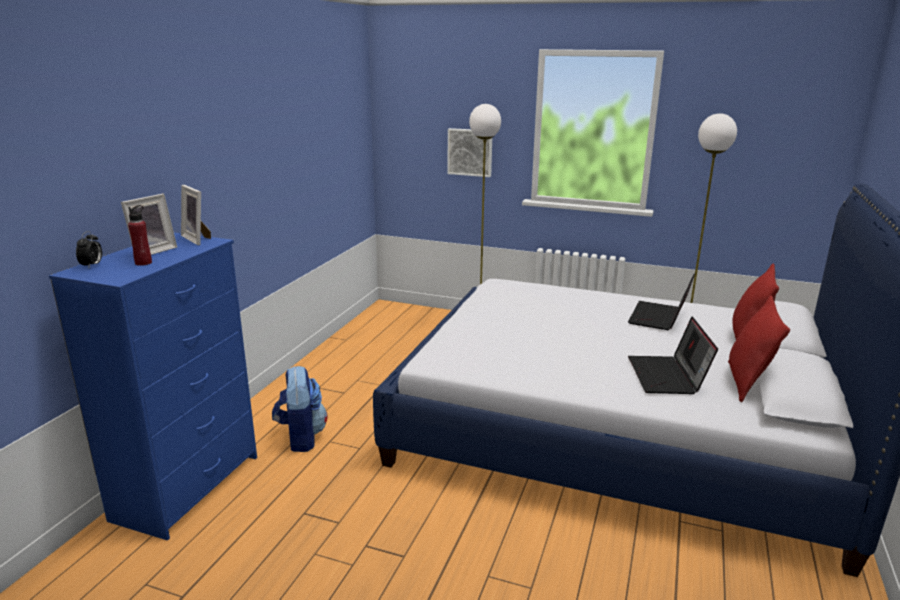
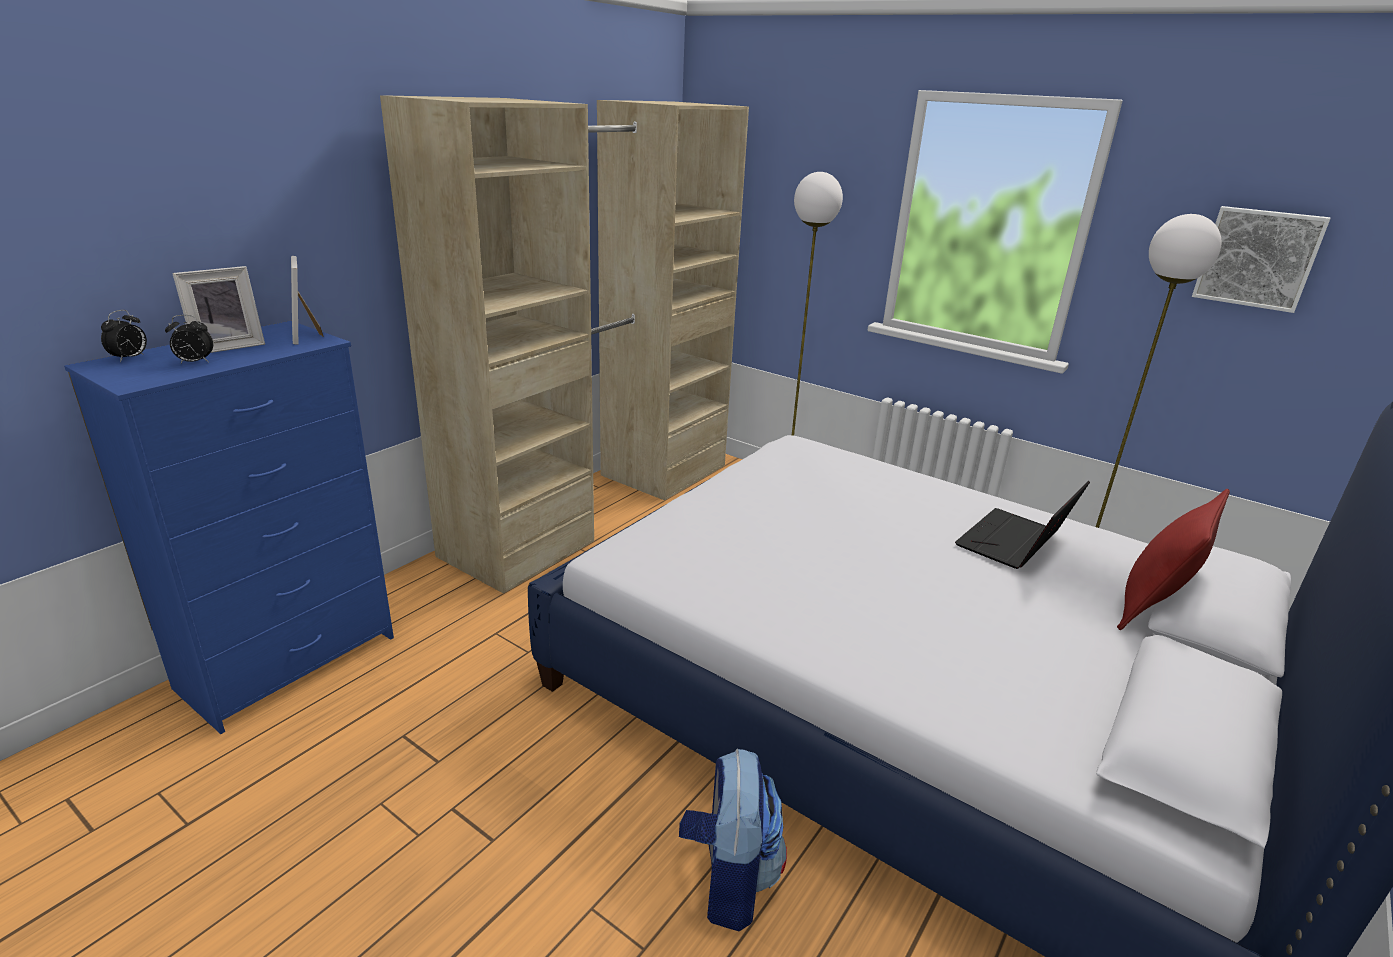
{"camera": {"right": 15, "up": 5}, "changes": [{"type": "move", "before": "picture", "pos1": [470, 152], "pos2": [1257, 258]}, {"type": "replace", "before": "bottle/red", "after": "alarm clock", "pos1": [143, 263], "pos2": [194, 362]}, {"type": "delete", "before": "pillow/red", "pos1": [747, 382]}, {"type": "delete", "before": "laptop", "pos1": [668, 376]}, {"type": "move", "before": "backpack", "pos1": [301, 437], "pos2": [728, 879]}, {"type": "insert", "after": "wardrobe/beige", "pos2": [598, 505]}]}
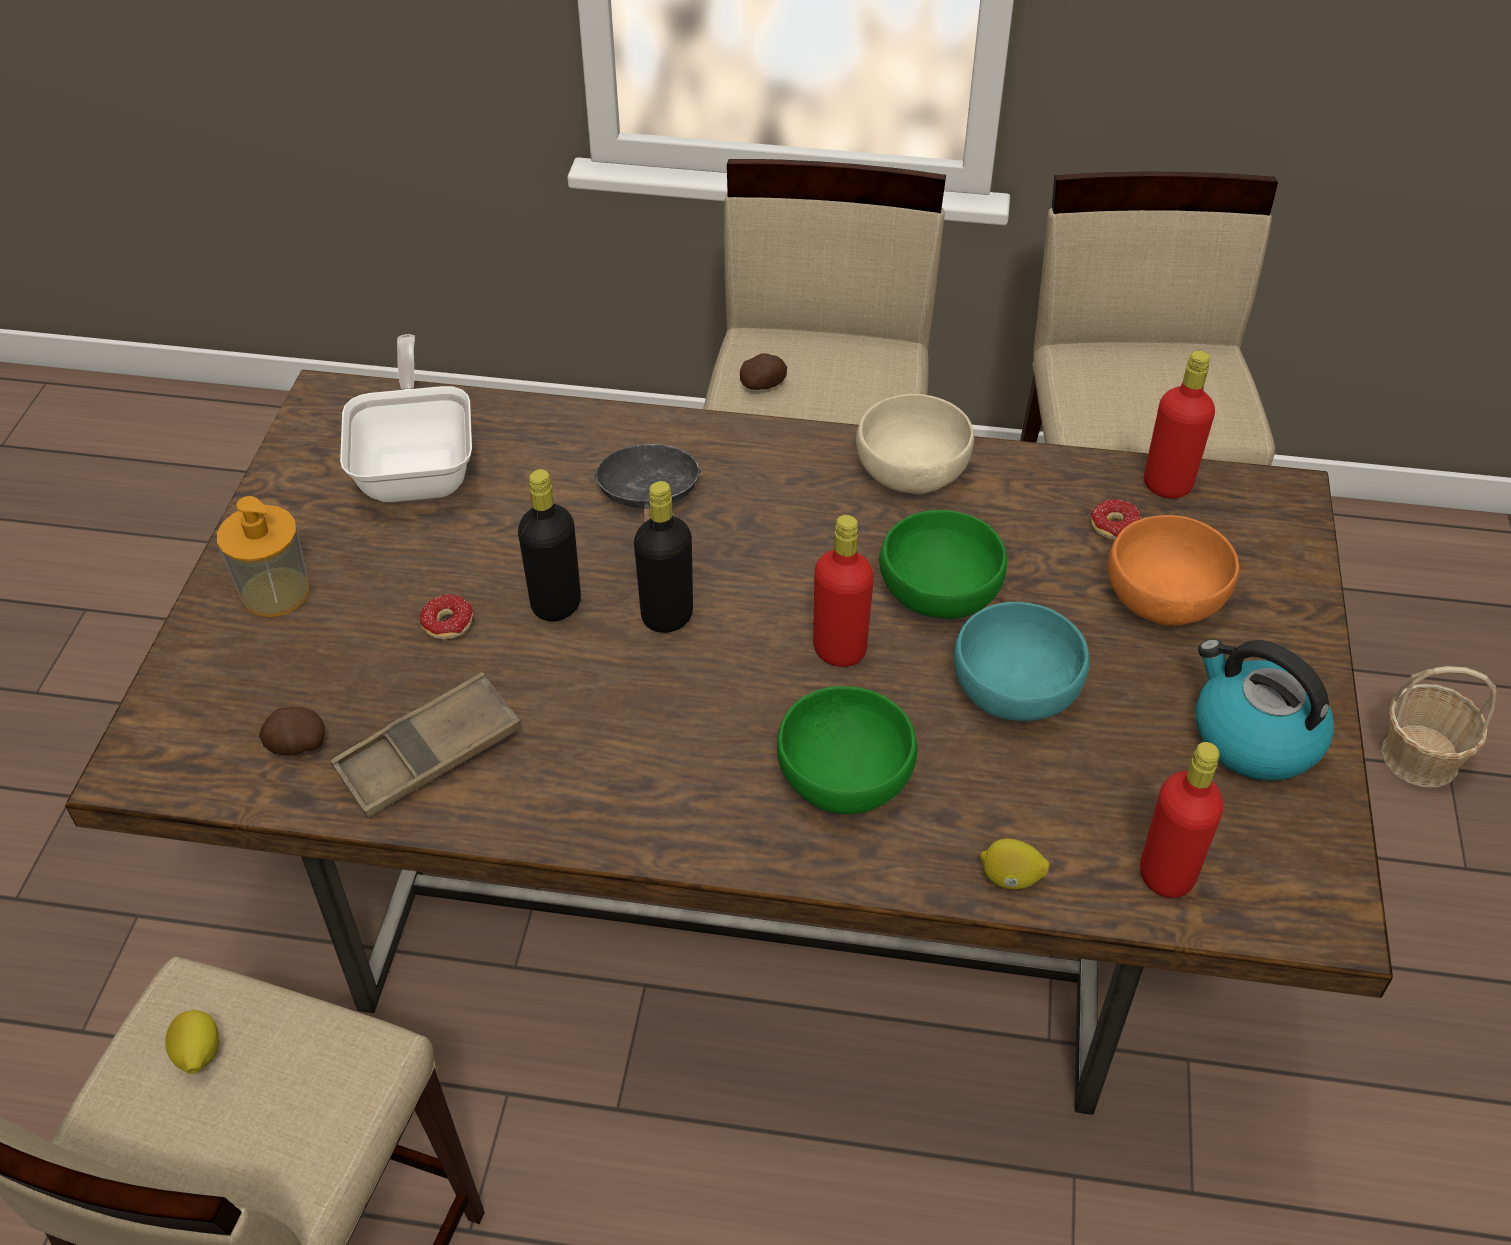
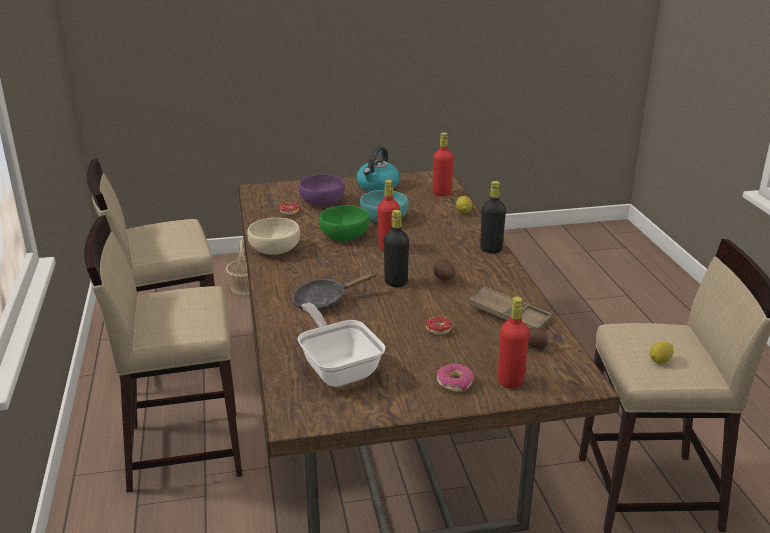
{"camera": {"right": -110, "up": -20}, "changes": [{"type": "rotate", "before": "frying pan", "pos1": [418, 467], "pos2": [338, 368], "turn": 90}, {"type": "move", "before": "bottle/red", "pos1": [1167, 485], "pos2": [510, 381]}, {"type": "move", "before": "potato", "pos1": [763, 385], "pos2": [442, 278]}, {"type": "move", "before": "bottle/black", "pos1": [556, 605], "pos2": [491, 249]}, {"type": "replace", "before": "soap dispenser", "after": "donut", "pos1": [275, 592], "pos2": [455, 383]}, {"type": "recolor", "before": "bowl/orange", "after": "bowl/purple", "pos1": [1166, 596], "pos2": [321, 202]}, {"type": "delete", "before": "bowl/green", "pos1": [843, 778]}]}
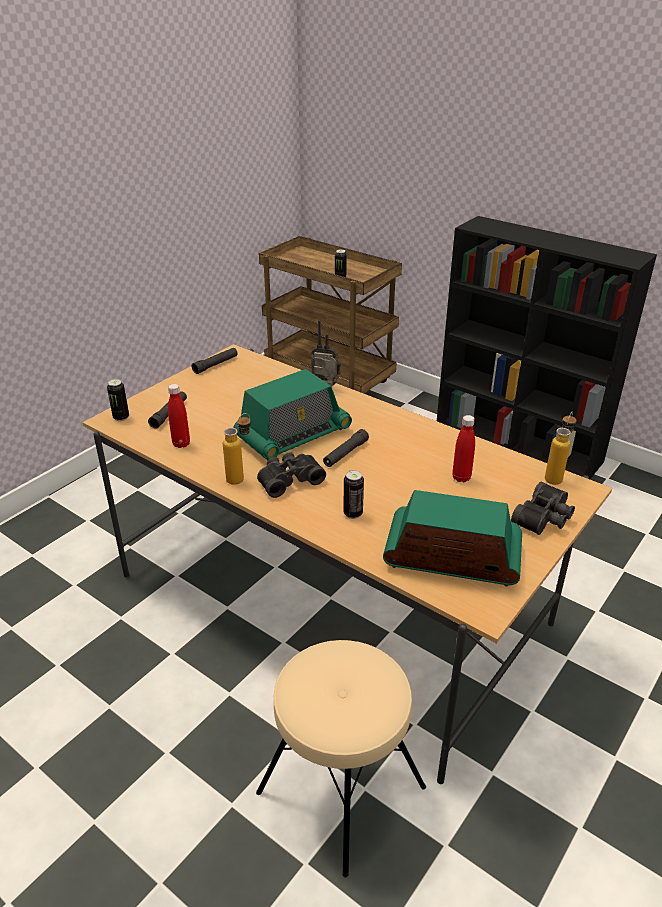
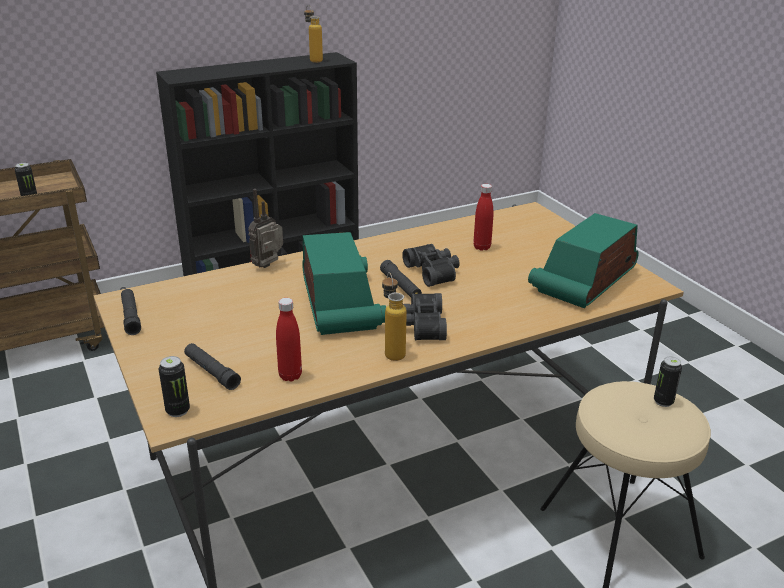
{"camera": {"right": -65, "up": -5}, "changes": [{"type": "move", "before": "bottle", "pos1": [555, 476], "pos2": [313, 60]}, {"type": "move", "before": "can", "pos1": [353, 513], "pos2": [663, 401]}, {"type": "move", "before": "binoculars/black", "pos1": [545, 518], "pos2": [434, 272]}]}
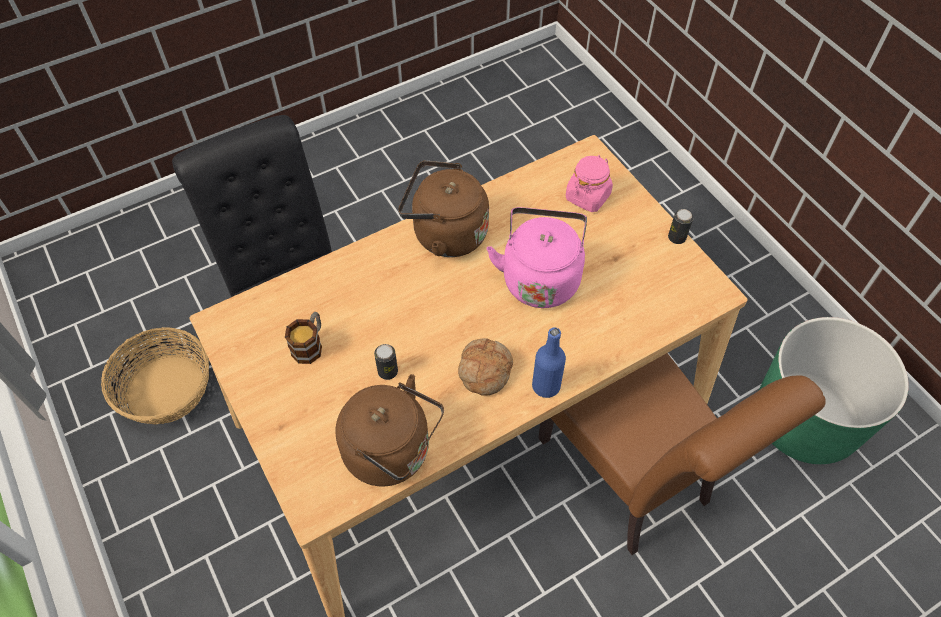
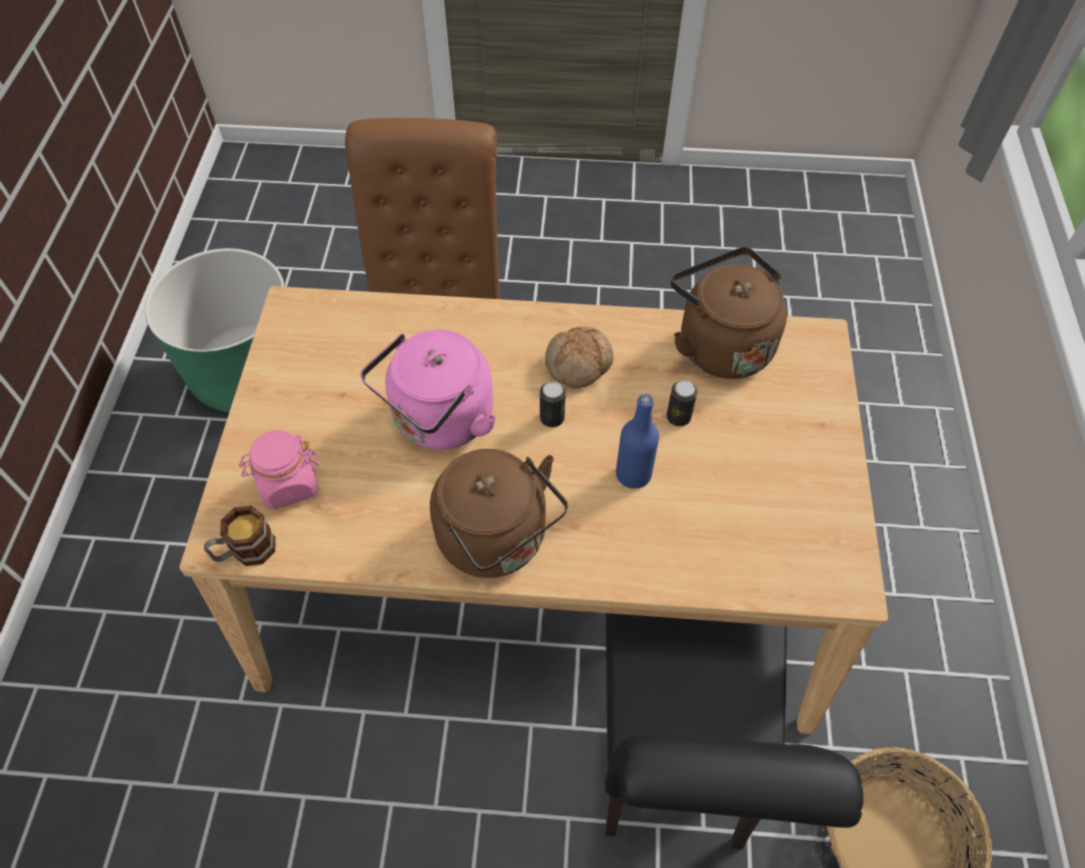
{"camera": {"right": -145, "up": 0}, "changes": [{"type": "move", "before": "can", "pos1": [676, 237], "pos2": [552, 418]}, {"type": "move", "before": "mug", "pos1": [310, 345], "pos2": [245, 551]}, {"type": "move", "before": "bottle/blue", "pos1": [546, 386], "pos2": [633, 474]}]}
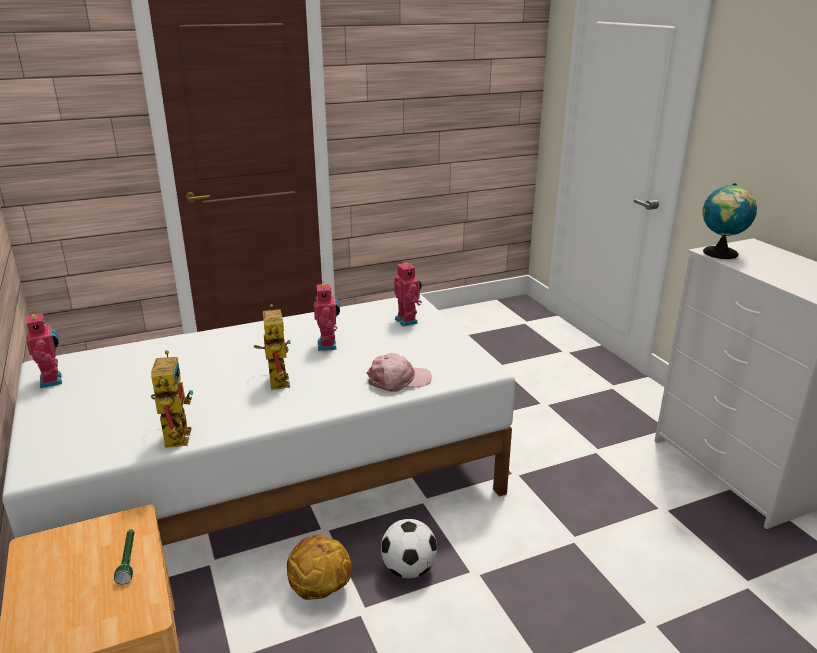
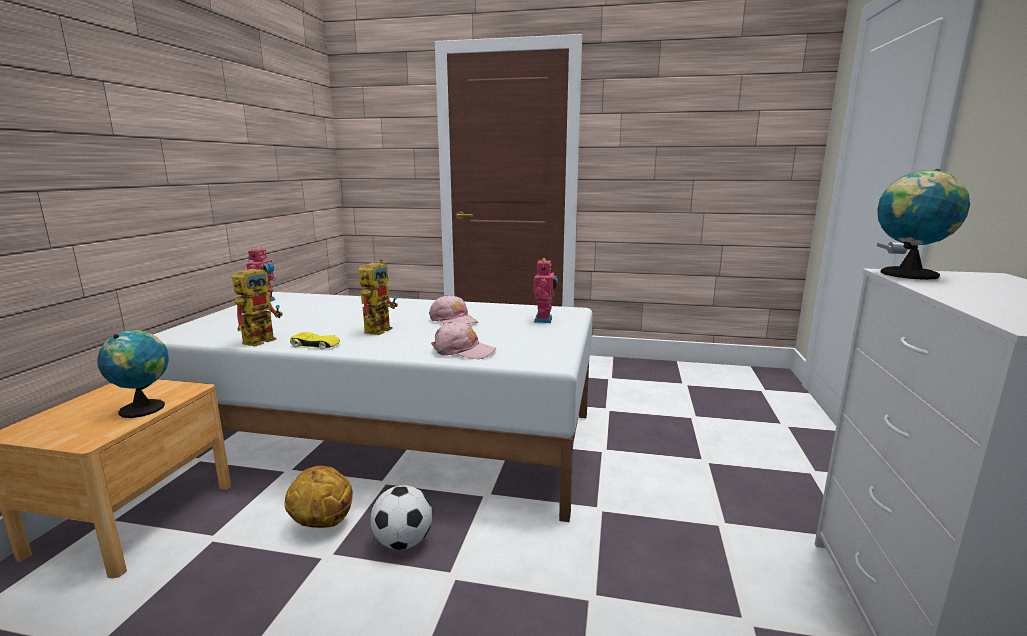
{"camera": {"right": 35, "up": -10}, "changes": [{"type": "replace", "before": "toy robot", "after": "cap/pink", "pos1": [328, 345], "pos2": [453, 320]}, {"type": "replace", "before": "flashlight/green", "after": "globe", "pos1": [128, 560], "pos2": [145, 408]}, {"type": "insert", "after": "toy car/yellow", "pos2": [315, 345]}]}
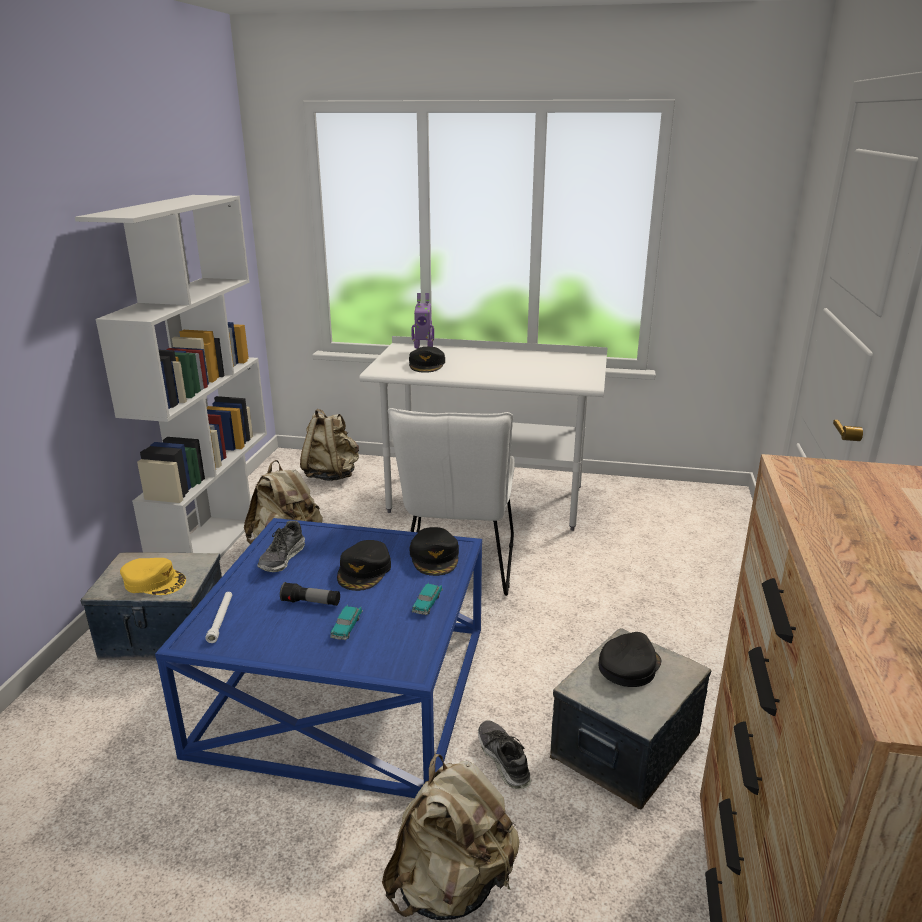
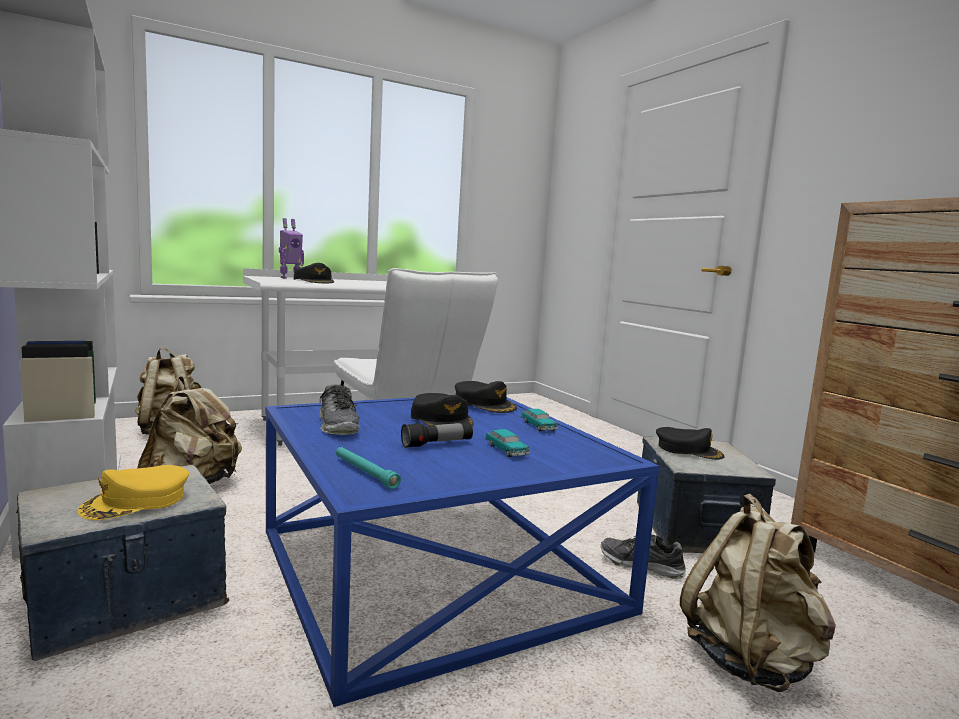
{"camera": {"right": -40, "up": -15}, "changes": [{"type": "rotate", "before": "cap/yellow", "pos1": [154, 582], "pos2": [136, 502], "turn": 150}, {"type": "recolor", "before": "flashlight/white", "after": "flashlight/turquoise", "pos1": [221, 620], "pos2": [365, 473]}, {"type": "rotate", "before": "cap/black", "pos1": [628, 665], "pos2": [688, 450], "turn": 120}]}
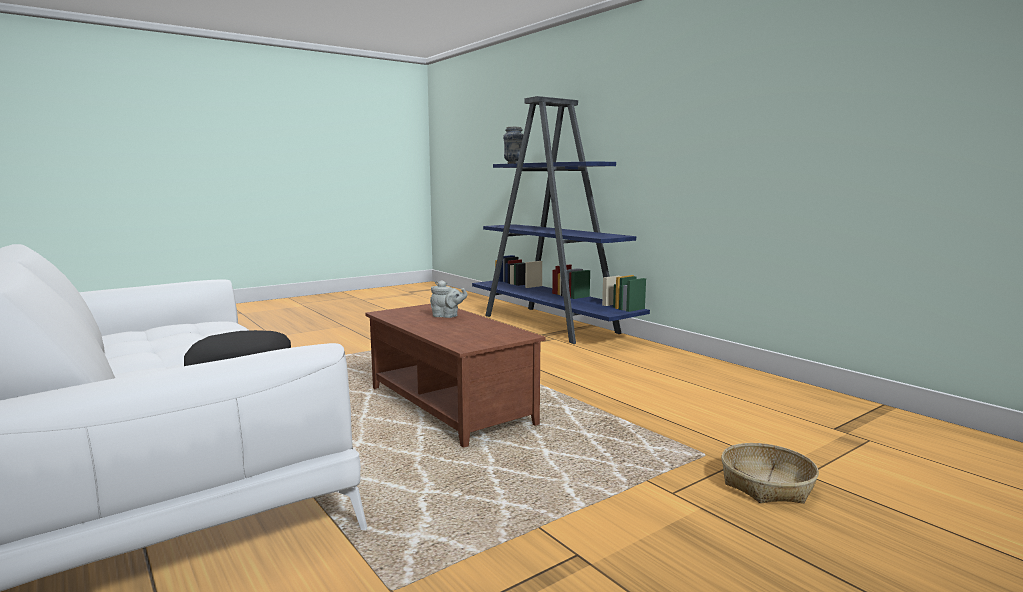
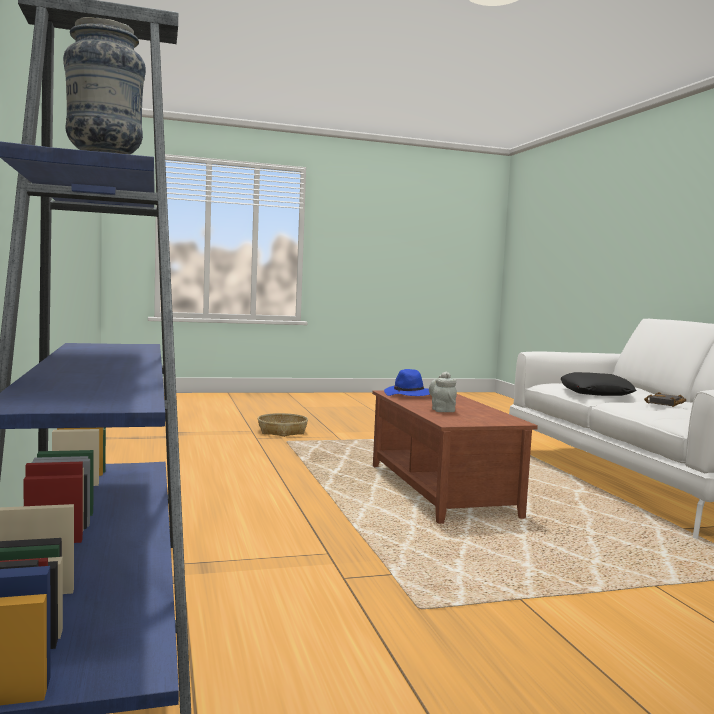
{"camera": {"right": -160, "up": -5}, "changes": [{"type": "rotate", "before": "teapot/grey", "pos1": [447, 316], "pos2": [442, 410], "turn": 45}, {"type": "insert", "after": "hat/blue", "pos2": [409, 395]}, {"type": "insert", "after": "book/black", "pos2": [666, 403]}]}
